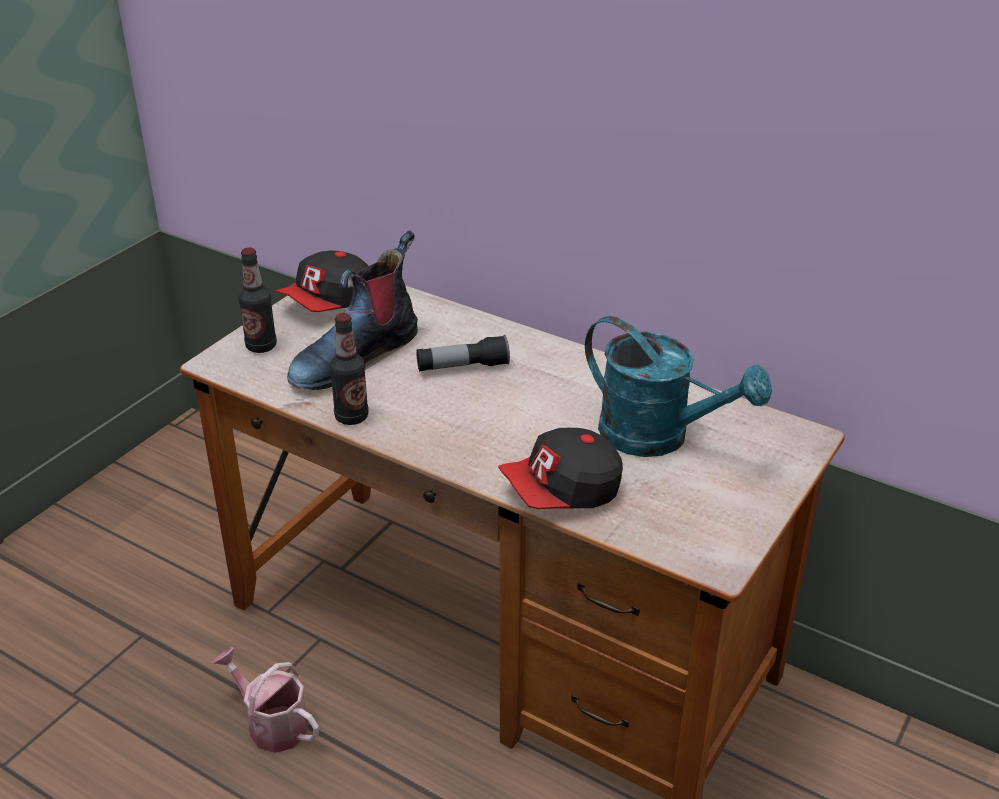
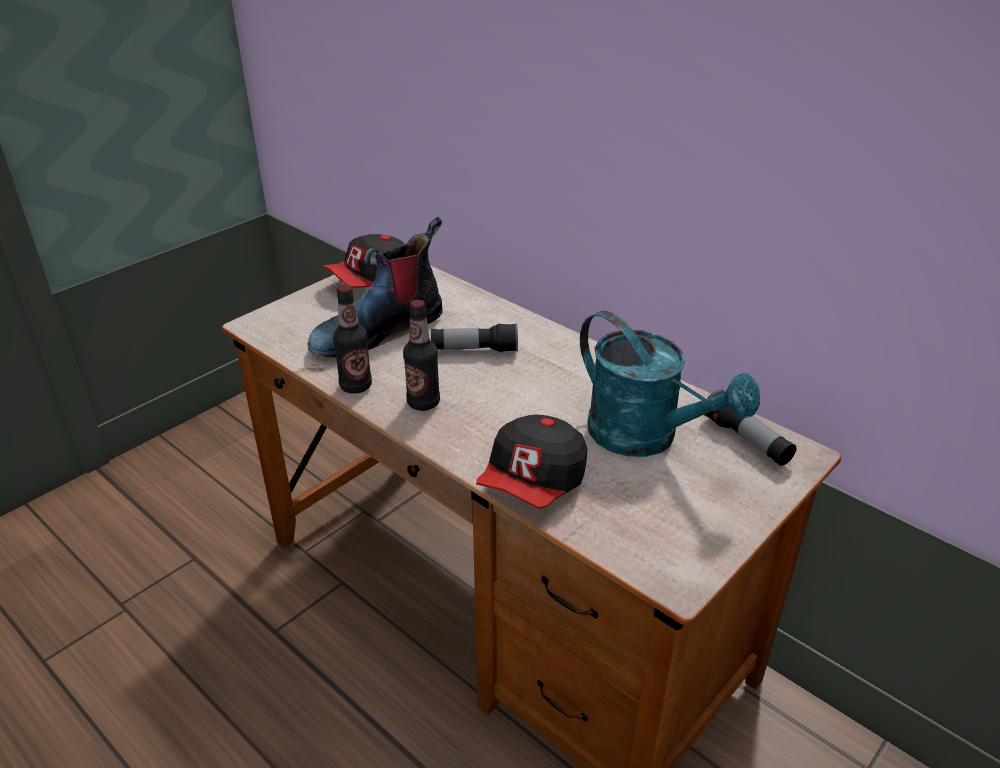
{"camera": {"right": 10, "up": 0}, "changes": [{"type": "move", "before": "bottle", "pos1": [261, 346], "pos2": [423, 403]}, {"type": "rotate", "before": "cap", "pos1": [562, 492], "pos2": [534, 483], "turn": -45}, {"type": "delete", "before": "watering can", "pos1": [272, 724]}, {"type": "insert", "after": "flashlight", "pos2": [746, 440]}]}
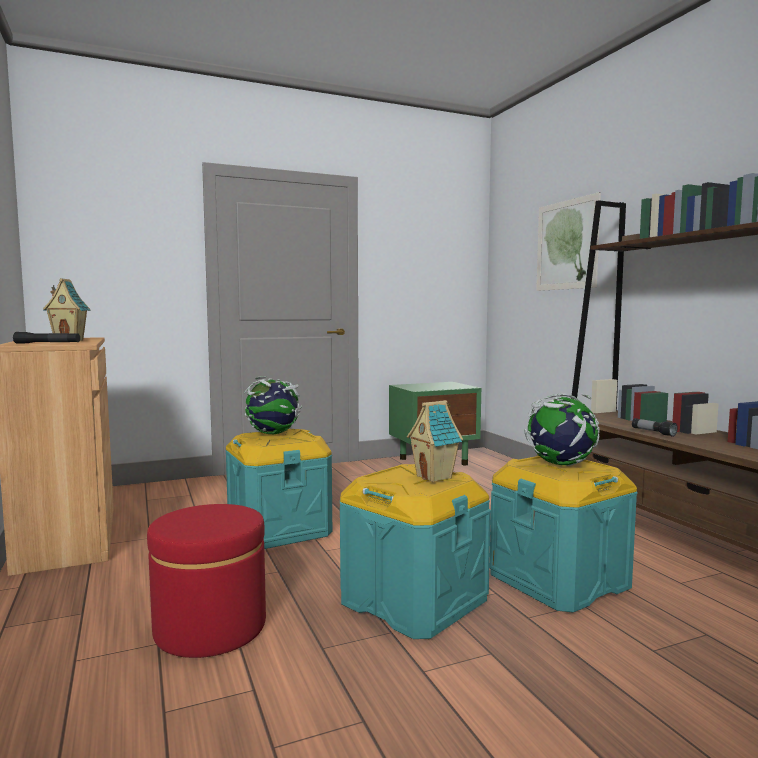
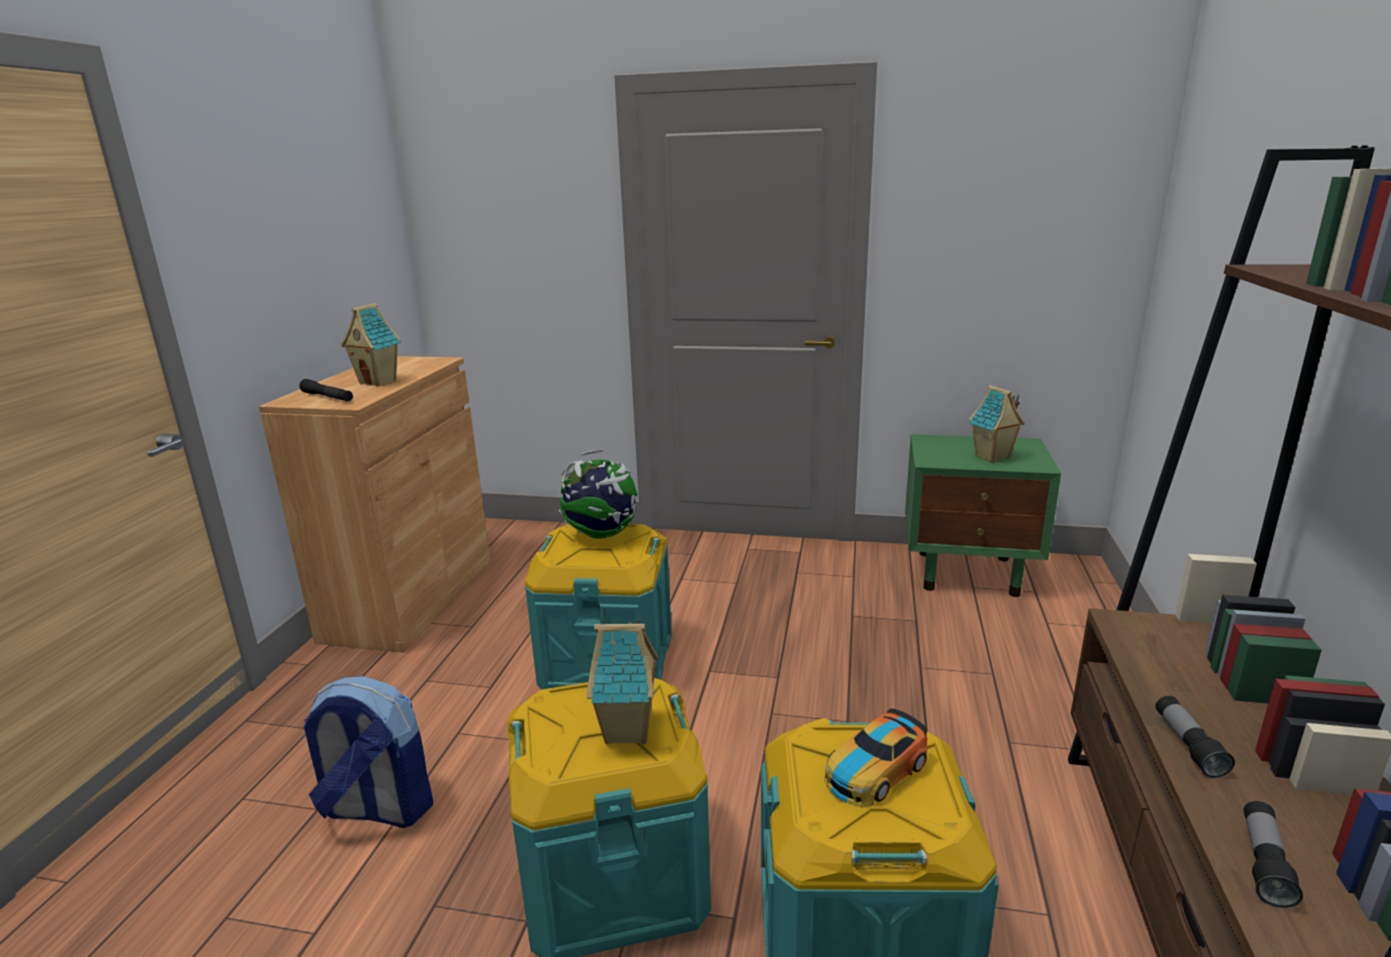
{"camera": {"right": 35, "up": 15}, "changes": [{"type": "delete", "before": "picture", "pos1": [566, 245]}, {"type": "replace", "before": "globe", "after": "toy car", "pos1": [560, 464], "pos2": [874, 770]}, {"type": "replace", "before": "ottoman/red", "after": "backpack", "pos1": [210, 628], "pos2": [377, 809]}, {"type": "insert", "after": "toy house", "pos2": [992, 458]}, {"type": "insert", "after": "flashlight", "pos2": [1264, 863]}]}
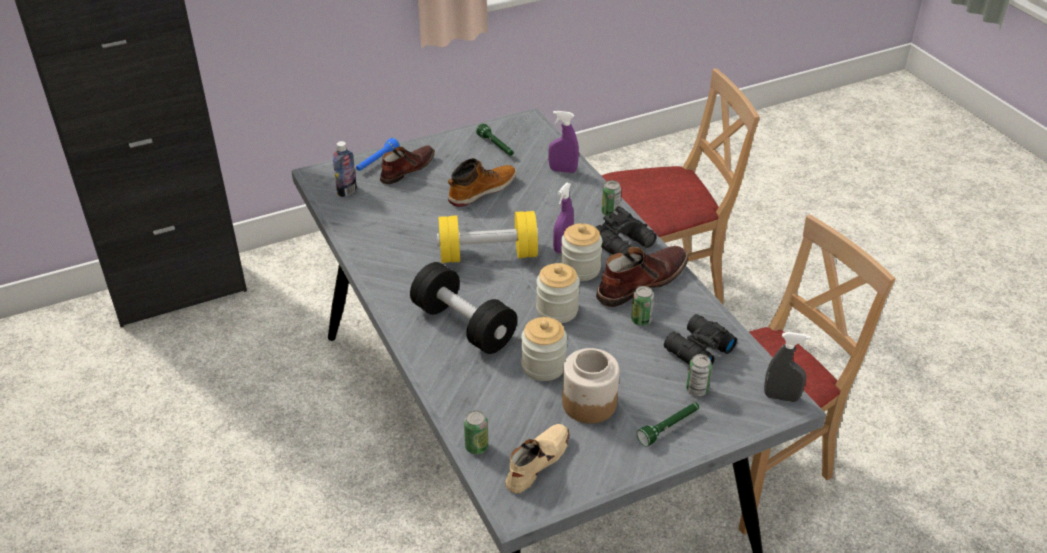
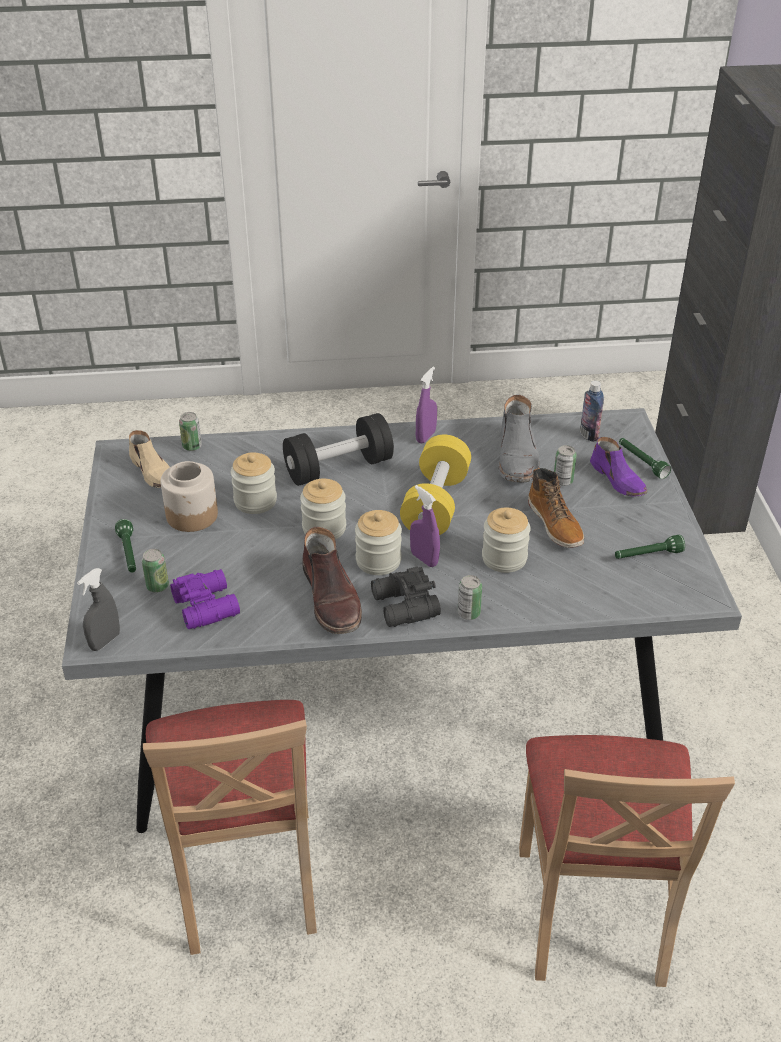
{"camera": {"right": 110, "up": 0}, "changes": [{"type": "move", "before": "spray bottle/purple", "pos1": [563, 170], "pos2": [426, 436]}, {"type": "recolor", "before": "flashlight/blue", "after": "flashlight/green", "pos1": [377, 161], "pos2": [641, 462]}, {"type": "recolor", "before": "shoe/brown", "after": "shoe/purple", "pos1": [407, 169], "pos2": [618, 480]}, {"type": "move", "before": "can", "pos1": [641, 320], "pos2": [563, 481]}, {"type": "recolor", "before": "binoculars/black", "after": "binoculars/purple", "pos1": [697, 350], "pos2": [207, 605]}, {"type": "insert", "after": "boot/grey", "pos2": [518, 458]}, {"type": "insert", "after": "jar", "pos2": [504, 558]}]}
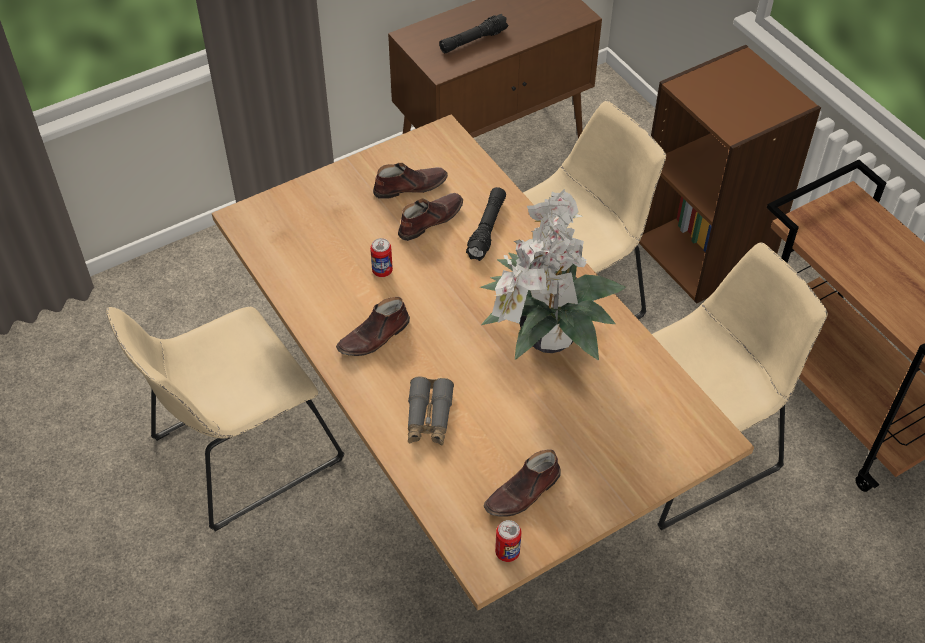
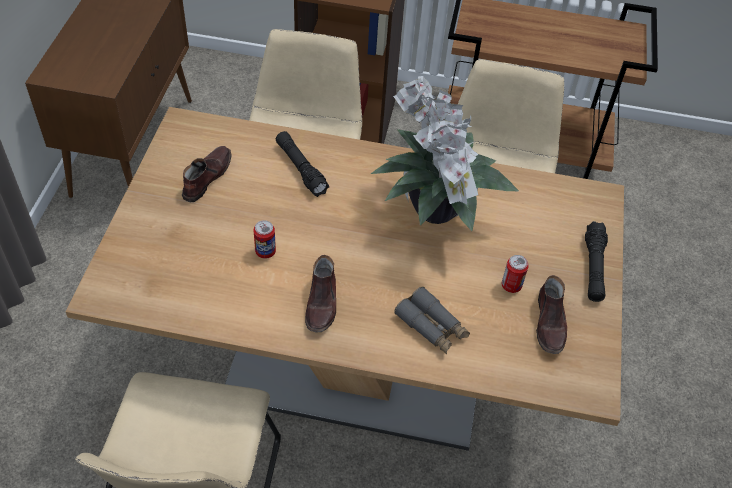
{"camera": {"right": -50, "up": 0}, "changes": [{"type": "move", "before": "flashlight/black", "pos1": [473, 41], "pos2": [593, 267]}, {"type": "delete", "before": "shoe/brown", "pos1": [430, 220]}, {"type": "move", "before": "can", "pos1": [507, 552], "pos2": [511, 286]}]}
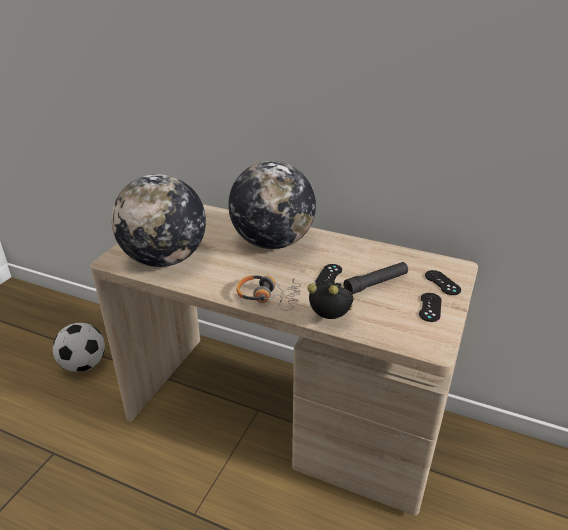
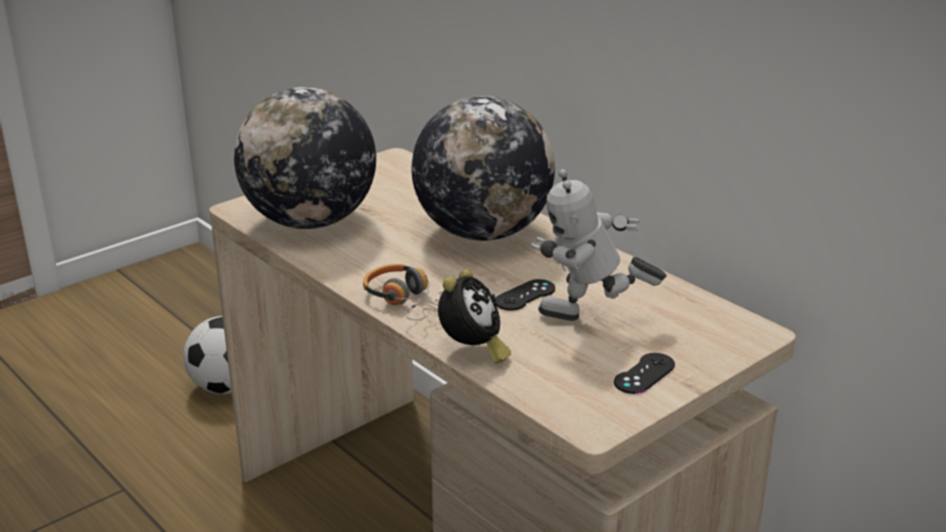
{"camera": {"right": 25, "up": -5}, "changes": [{"type": "replace", "before": "flashlight/black", "after": "toy robot", "pos1": [376, 283], "pos2": [590, 322]}, {"type": "delete", "before": "game controller/black", "pos1": [442, 283]}, {"type": "rotate", "before": "alarm clock", "pos1": [331, 320], "pos2": [472, 351], "turn": 60}]}
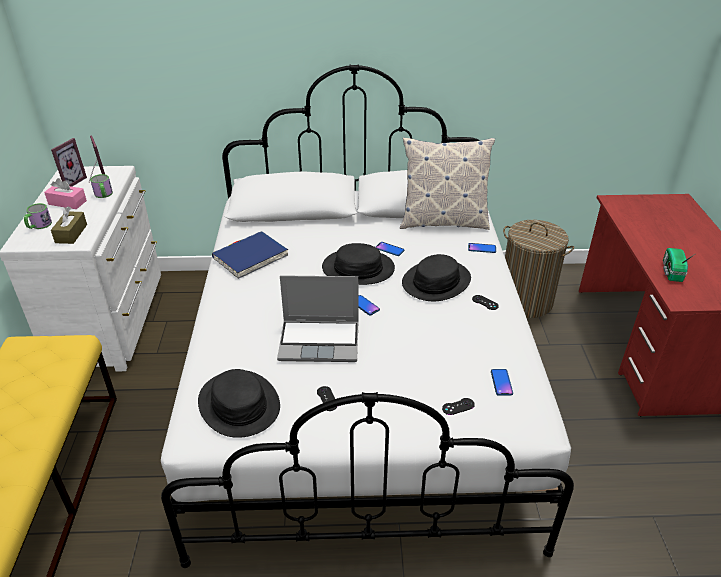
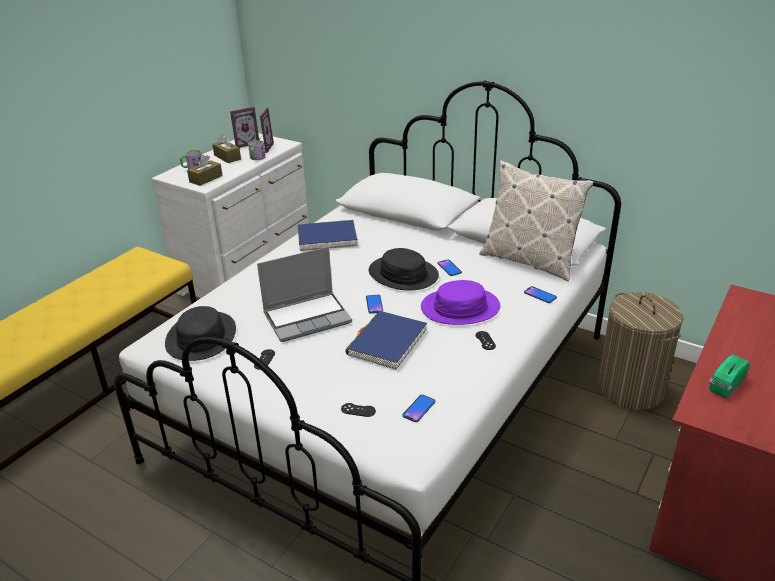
{"camera": {"right": 35, "up": -5}, "changes": [{"type": "recolor", "before": "tissue box/pink", "after": "tissue box/brown", "pos1": [67, 202], "pos2": [227, 157]}, {"type": "recolor", "before": "hat/black", "after": "hat/purple", "pos1": [436, 281], "pos2": [460, 308]}, {"type": "rotate", "before": "laptop", "pos1": [320, 341], "pos2": [308, 317], "turn": -60}, {"type": "insert", "after": "book/blue", "pos2": [387, 342]}]}
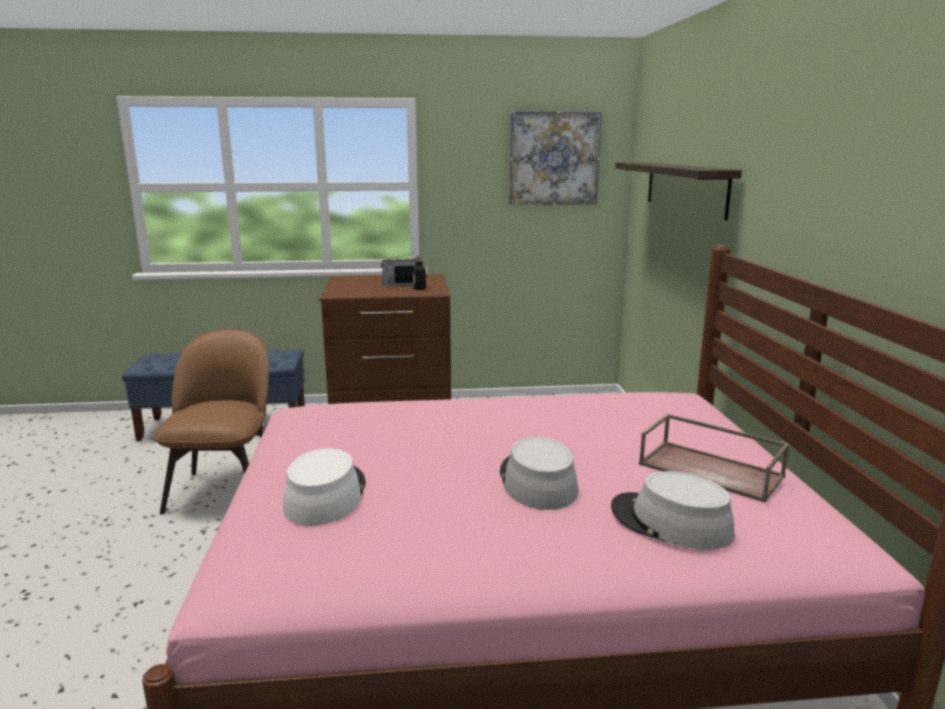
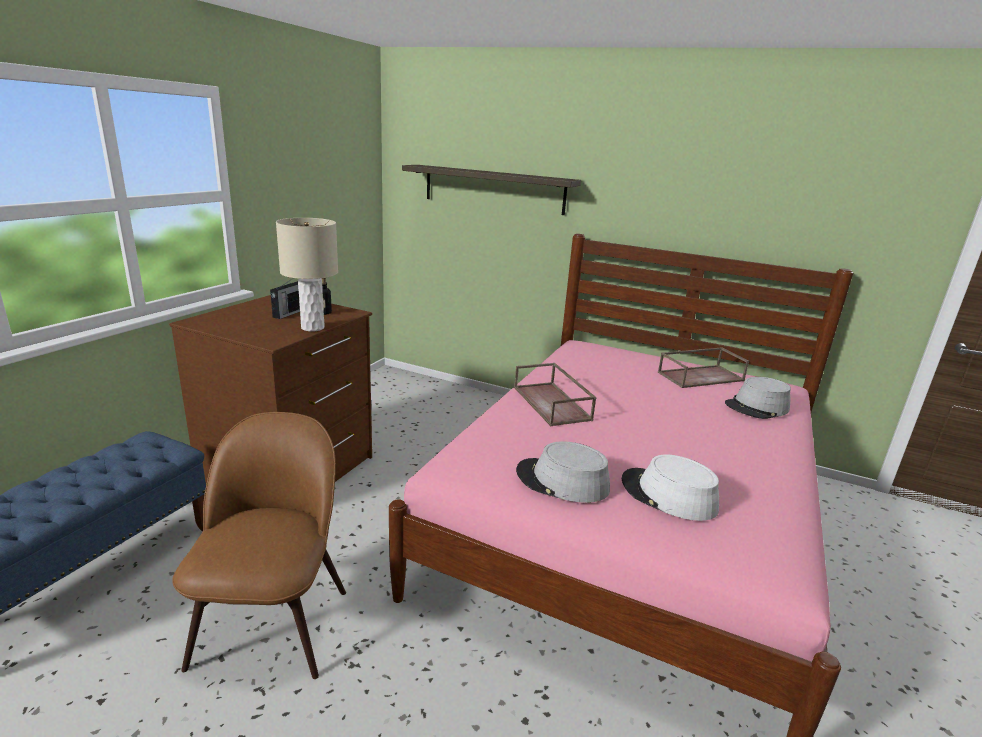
{"camera": {"right": -60, "up": 5}, "changes": [{"type": "delete", "before": "picture", "pos1": [554, 158]}, {"type": "rotate", "before": "chair/brown", "pos1": [226, 489], "pos2": [273, 622], "turn": 60}, {"type": "move", "before": "hat/grey", "pos1": [537, 482], "pos2": [562, 481]}, {"type": "insert", "after": "table lamp/beige", "pos2": [312, 327]}, {"type": "insert", "after": "tray/brown", "pos2": [553, 403]}]}
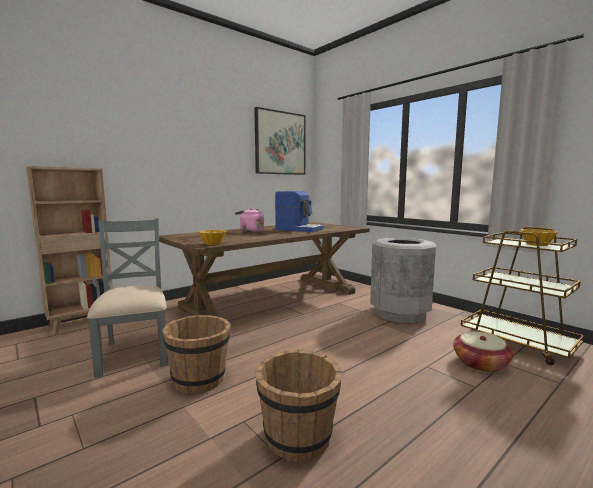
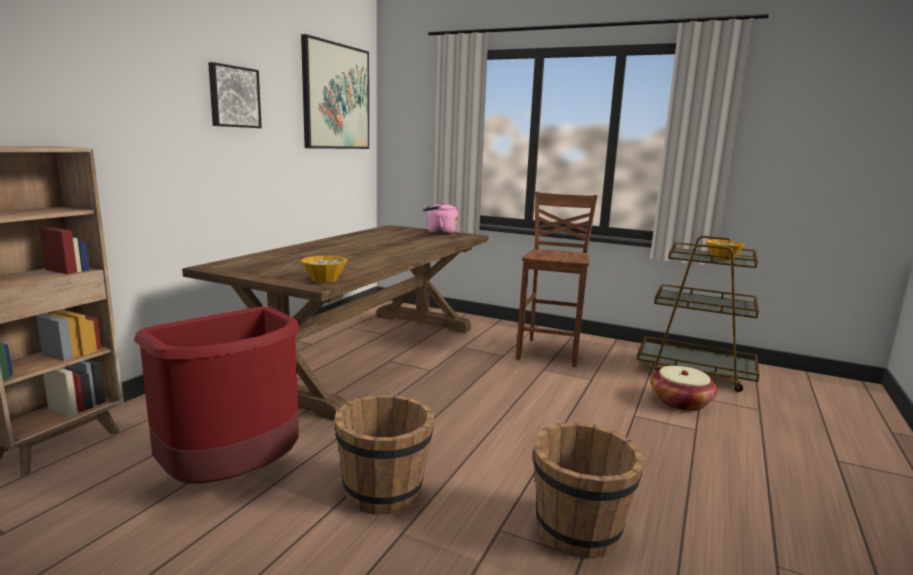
{"camera": {"right": -25, "up": 5}, "changes": [{"type": "delete", "before": "coffee machine", "pos1": [299, 229]}, {"type": "move", "before": "kettle/pink", "pos1": [250, 231], "pos2": [439, 233]}, {"type": "replace", "before": "chair/grey", "after": "trash can/red", "pos1": [136, 353], "pos2": [235, 475]}, {"type": "replace", "before": "trash can/grey", "after": "stool/brown", "pos1": [400, 313], "pos2": [550, 352]}, {"type": "insert", "after": "picture", "pos2": [233, 97]}]}
